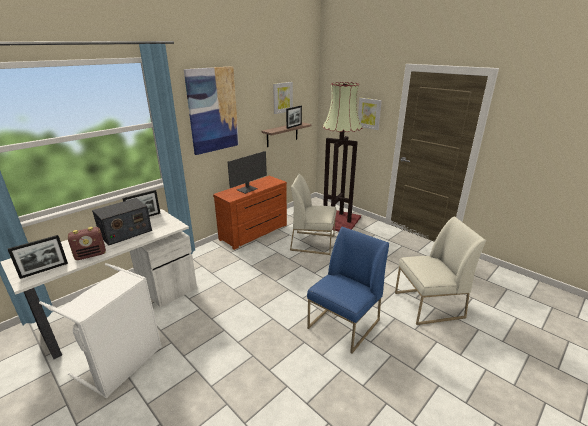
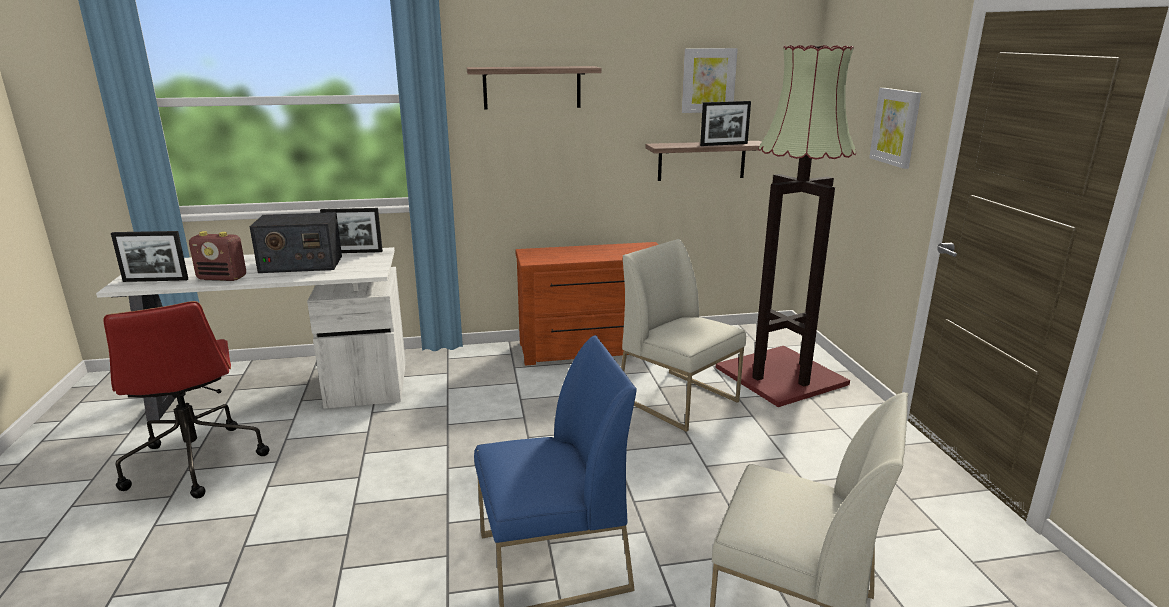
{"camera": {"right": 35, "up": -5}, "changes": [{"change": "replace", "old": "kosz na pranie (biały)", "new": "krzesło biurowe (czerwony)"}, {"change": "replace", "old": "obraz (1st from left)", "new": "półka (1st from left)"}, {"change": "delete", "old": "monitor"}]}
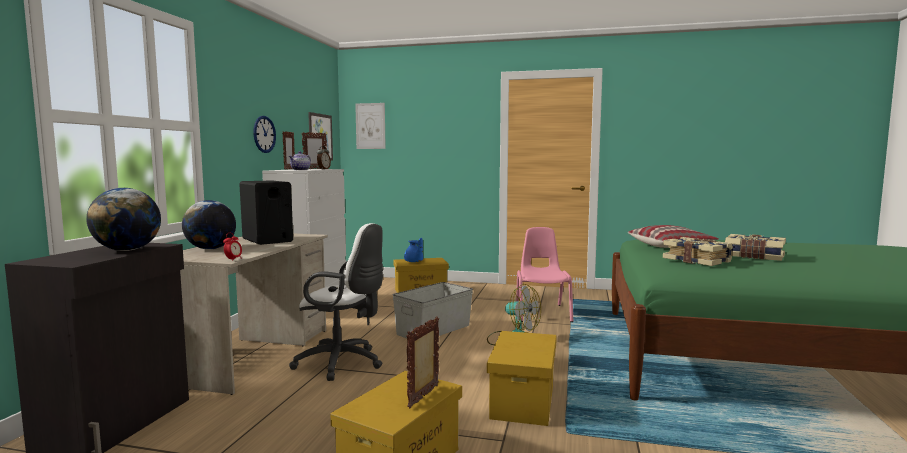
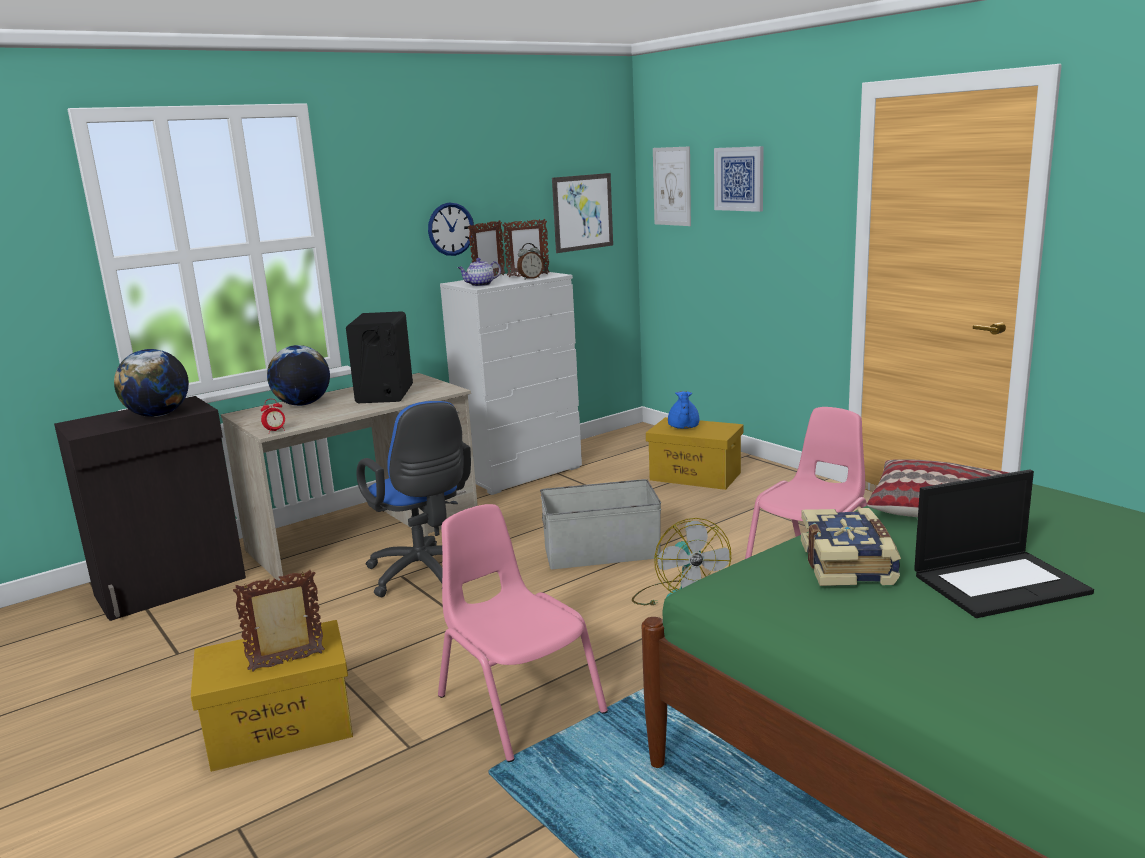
{"camera": {"right": 40, "up": 10}, "changes": [{"change": "recolor", "old": "krzesło biurowe (biały)", "new": "krzesło biurowe (niebieski)"}, {"change": "replace", "old": "pojemnik do przechowywania (żółty) (3rd from left)", "new": "krzesło (różowy) (1st from left)"}, {"change": "insert", "new": "obraz (3rd from left)"}, {"change": "replace", "old": "książka (2nd from left)", "new": "laptop"}]}
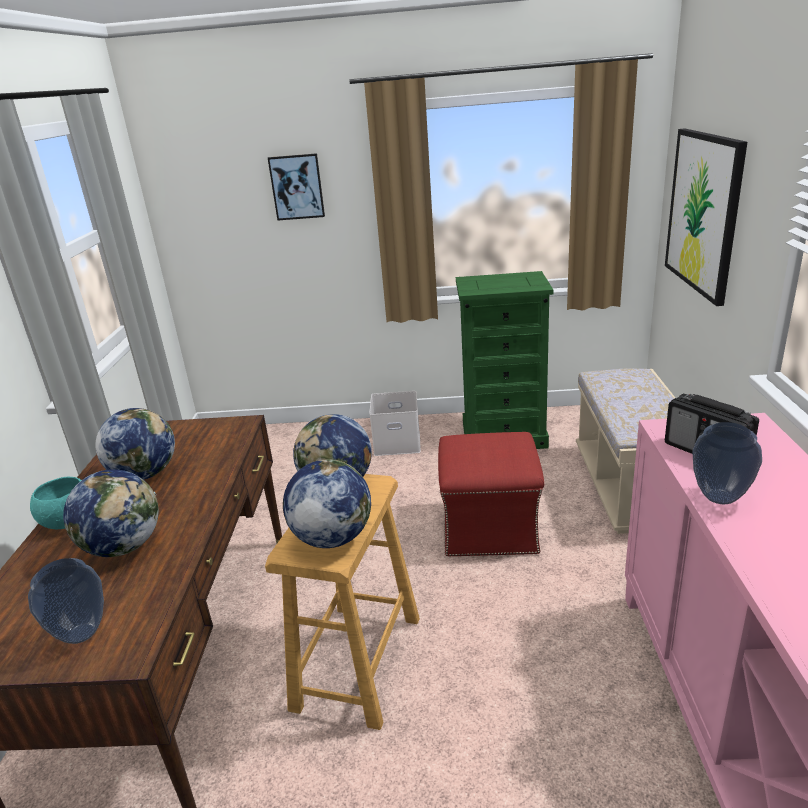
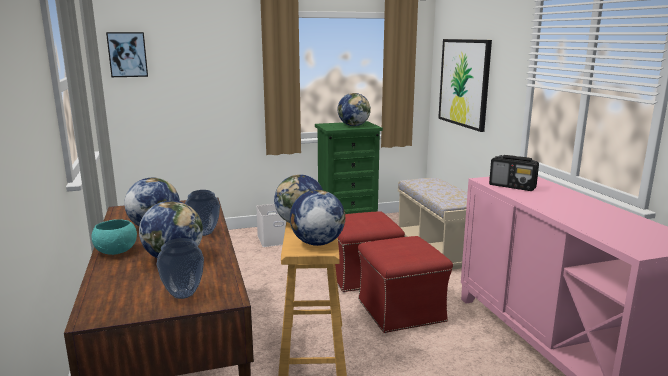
{"camera": {"right": -20, "up": -10}, "changes": [{"change": "move", "old": "obraz (1st from left)"}, {"change": "move", "old": "wazon (2nd from left)"}, {"change": "insert", "new": "globus (5th from left)"}, {"change": "insert", "new": "pufa (czerwony) (2nd from left)"}]}
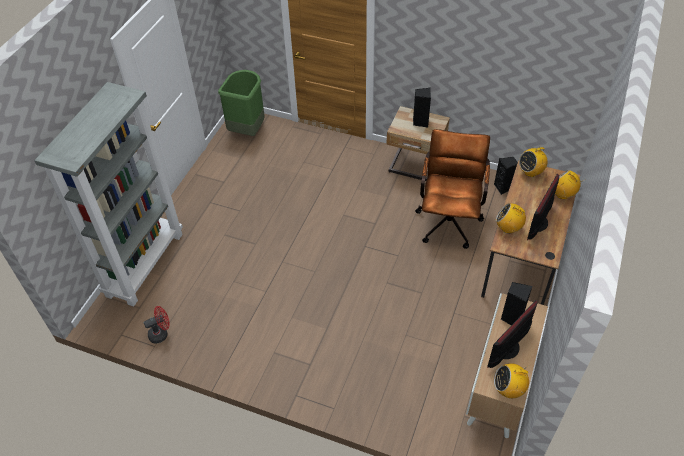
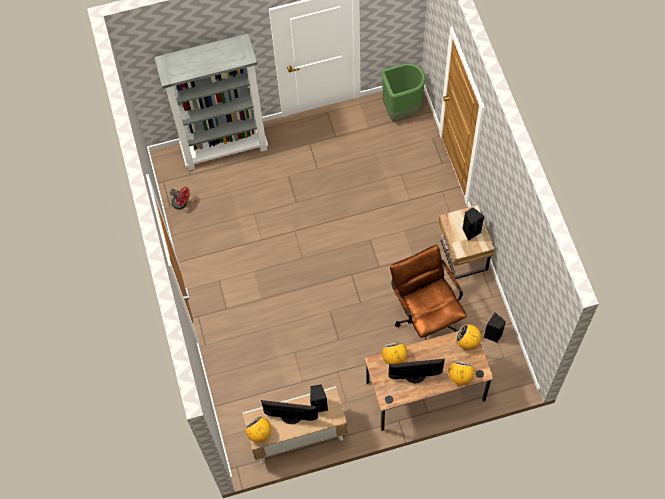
{"camera": {"right": 55, "up": 15}, "changes": [{"change": "rotate", "old": "krzesło biurowe (brązowy)", "degrees": -90}]}
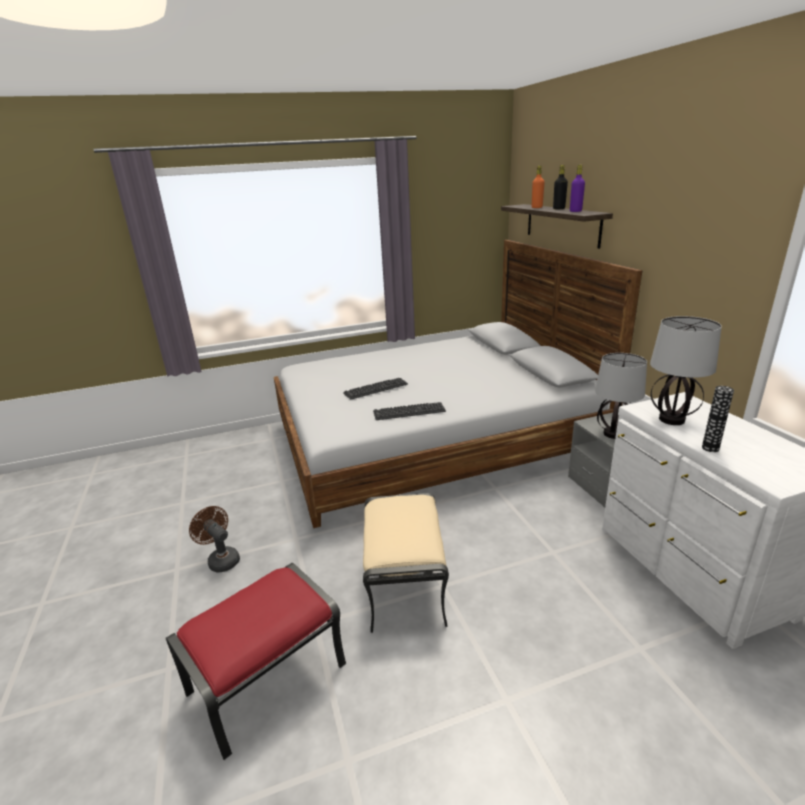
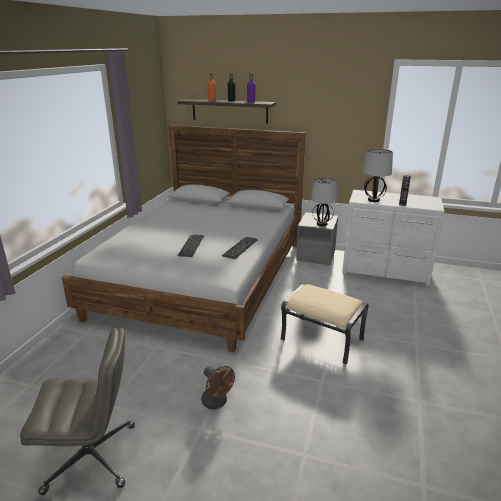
{"camera": {"right": -55, "up": 0}, "changes": [{"change": "insert", "new": "krzesło biurowe (szary)"}, {"change": "rotate", "old": "wentylator (brązowy)", "degrees": -120}, {"change": "delete", "old": "pufa (czerwony)"}]}
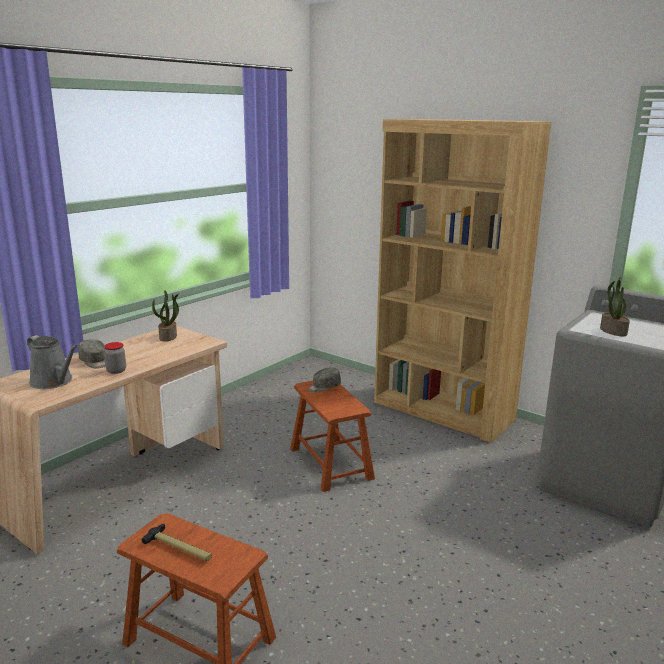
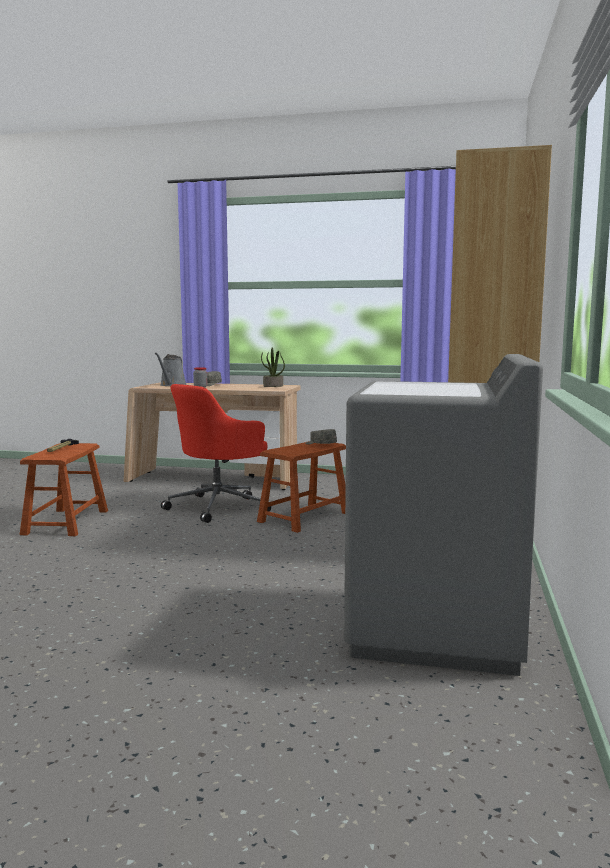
{"camera": {"right": 65, "up": -10}, "changes": [{"change": "insert", "new": "krzesło biurowe (czerwony)"}, {"change": "delete", "old": "roślina doniczkowa (2nd from left)"}]}
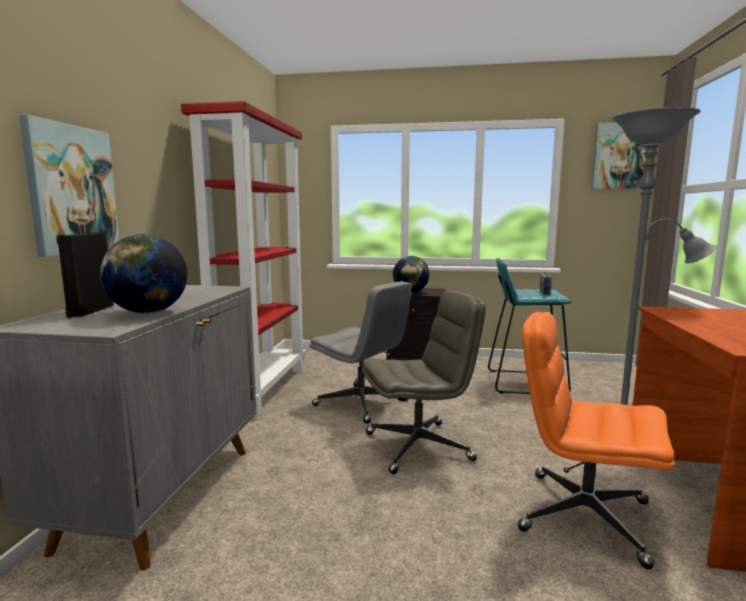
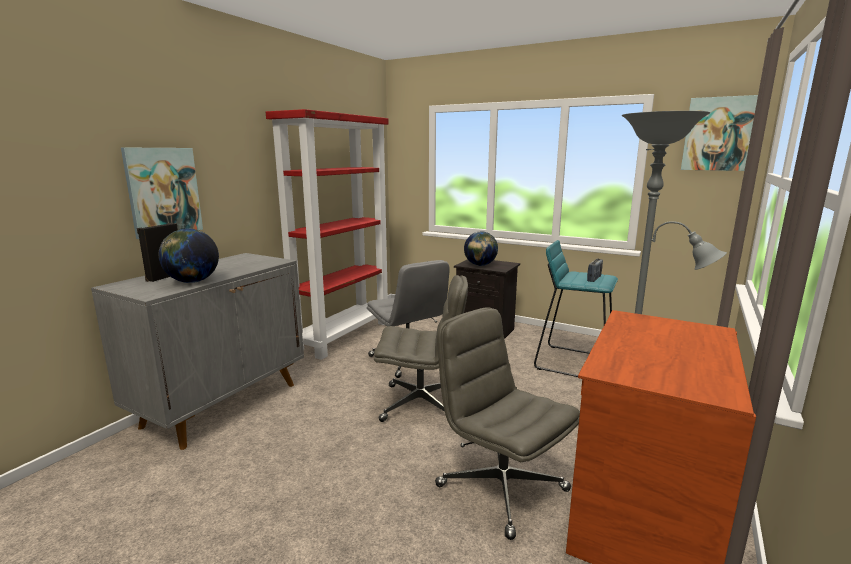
{"camera": {"right": 20, "up": 5}, "changes": [{"change": "recolor", "old": "krzesło biurowe (pomarańczowy)", "new": "krzesło biurowe (szary) (3rd from left)"}]}
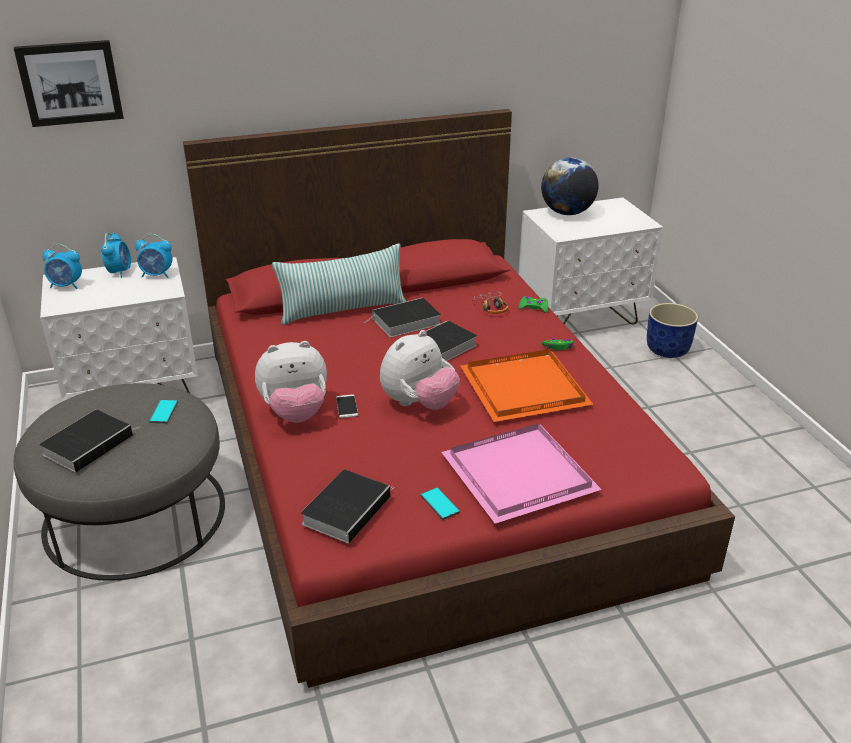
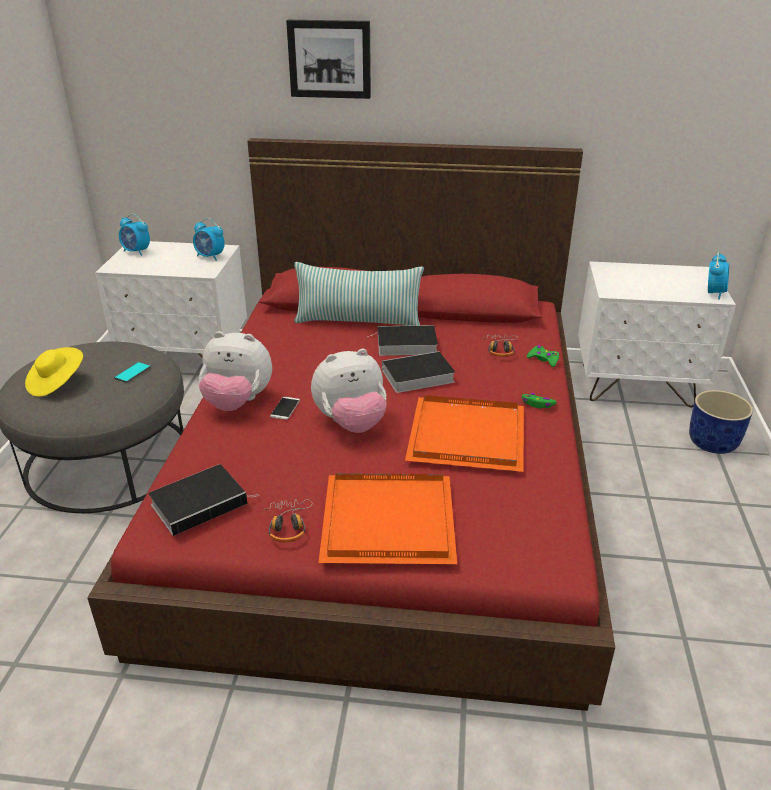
{"camera": {"right": 25, "up": 0}, "changes": [{"change": "replace", "old": "książka (1st from left)", "new": "kapelusz (żółty)"}, {"change": "replace", "old": "telefon (3rd from left)", "new": "słuchawki (1st from left)"}, {"change": "move", "old": "obraz"}, {"change": "recolor", "old": "taca (różowy)", "new": "taca (pomarańczowy) (1st from left)"}, {"change": "move", "old": "budzik (2nd from left in the first image)", "new": "budzik (3rd from left)"}, {"change": "delete", "old": "globus"}]}
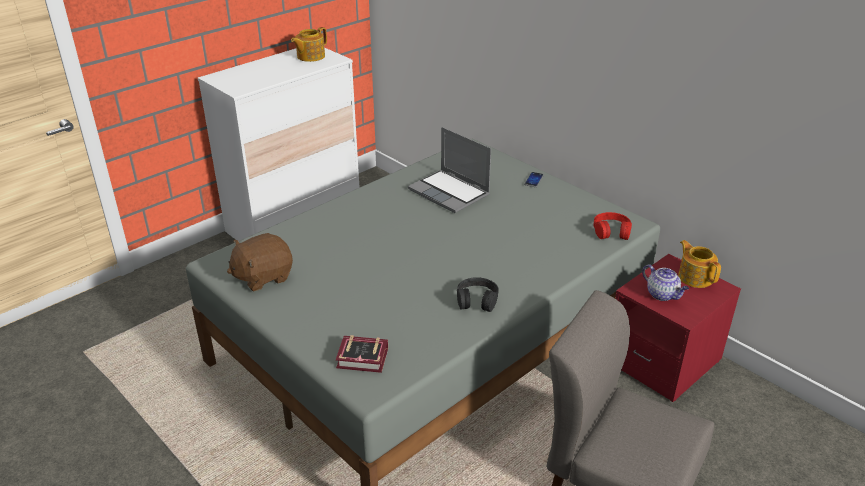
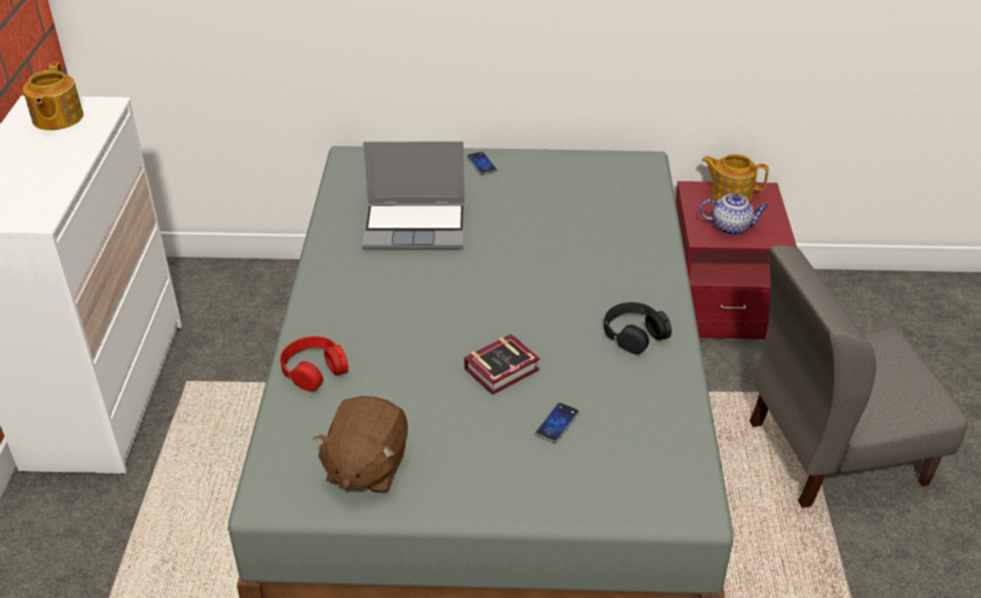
{"camera": {"right": -45, "up": 5}, "changes": [{"change": "move", "old": "słuchawki (czerwony)"}, {"change": "move", "old": "książka"}, {"change": "insert", "new": "telefon (2nd from left)"}]}
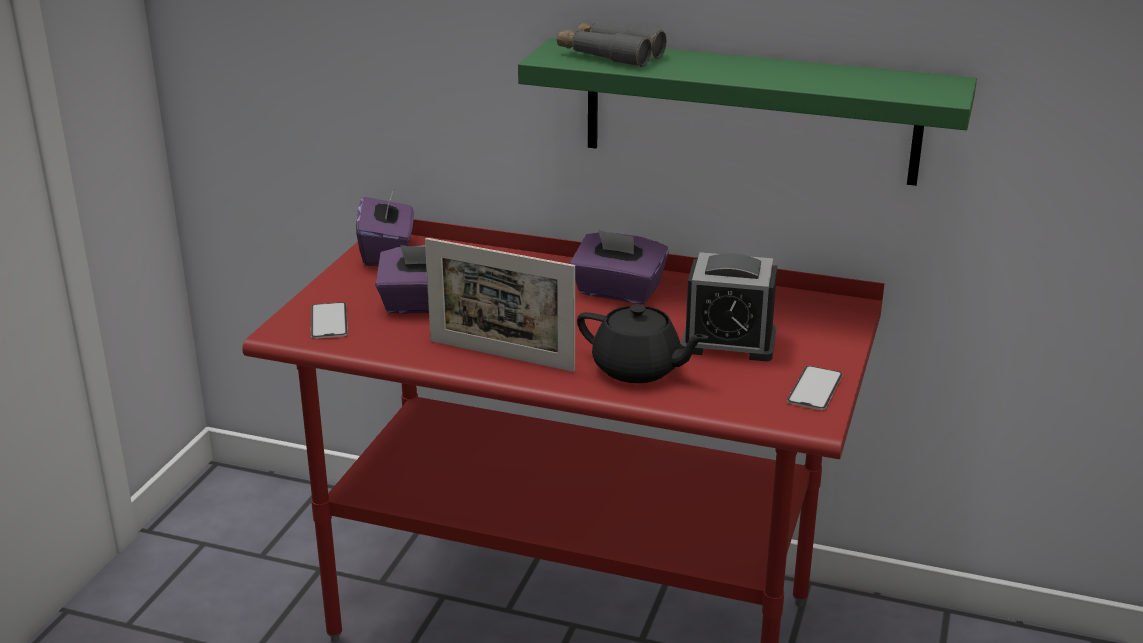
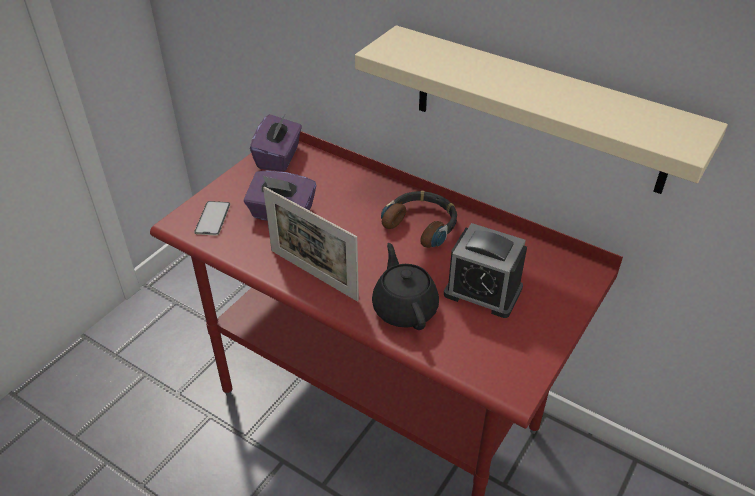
{"camera": {"right": 15, "up": 15}, "changes": [{"change": "recolor", "old": "półka (zielony)", "new": "półka (beżowy)"}, {"change": "rotate", "old": "imbryk (czarny)", "degrees": -150}, {"change": "replace", "old": "pudełko chusteczek (fioletowy) (3rd from left)", "new": "słuchawki"}, {"change": "delete", "old": "lornetka (szary)"}, {"change": "delete", "old": "telefon (2nd from left)"}]}
